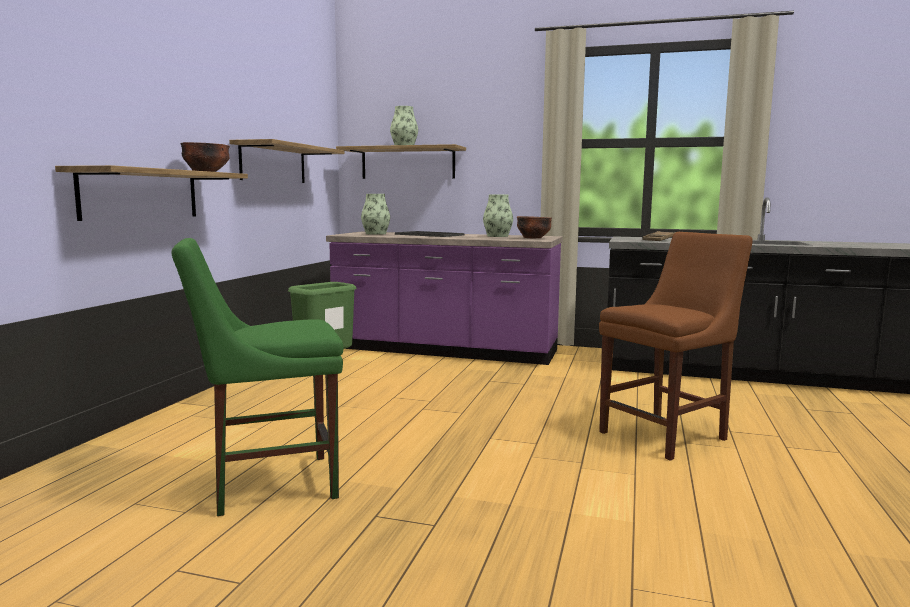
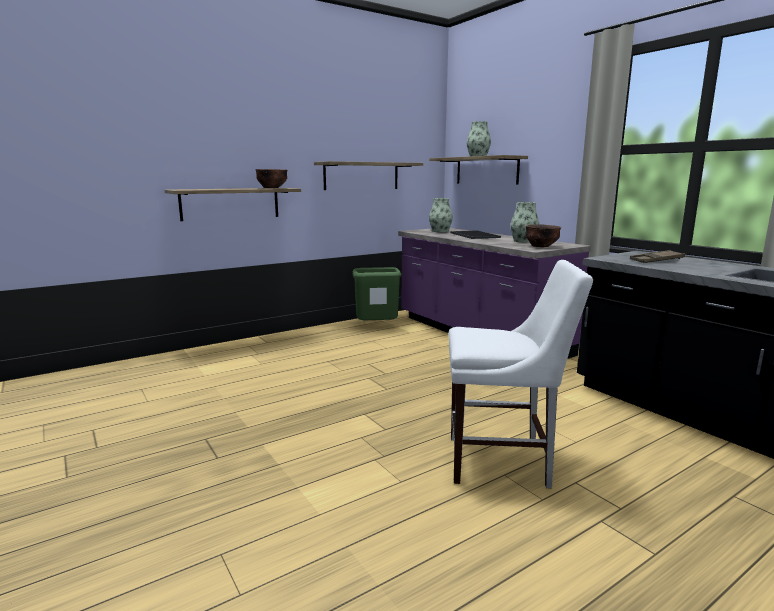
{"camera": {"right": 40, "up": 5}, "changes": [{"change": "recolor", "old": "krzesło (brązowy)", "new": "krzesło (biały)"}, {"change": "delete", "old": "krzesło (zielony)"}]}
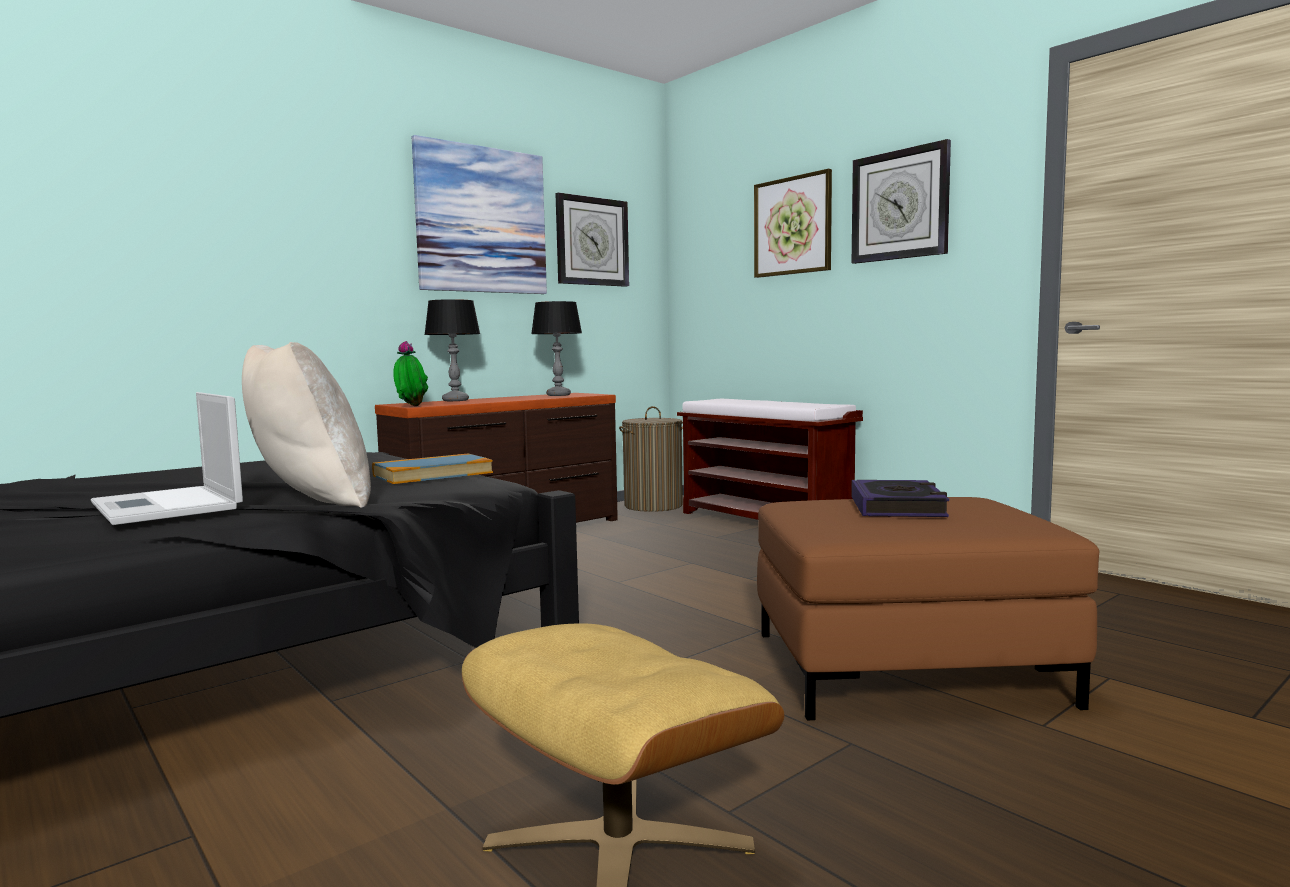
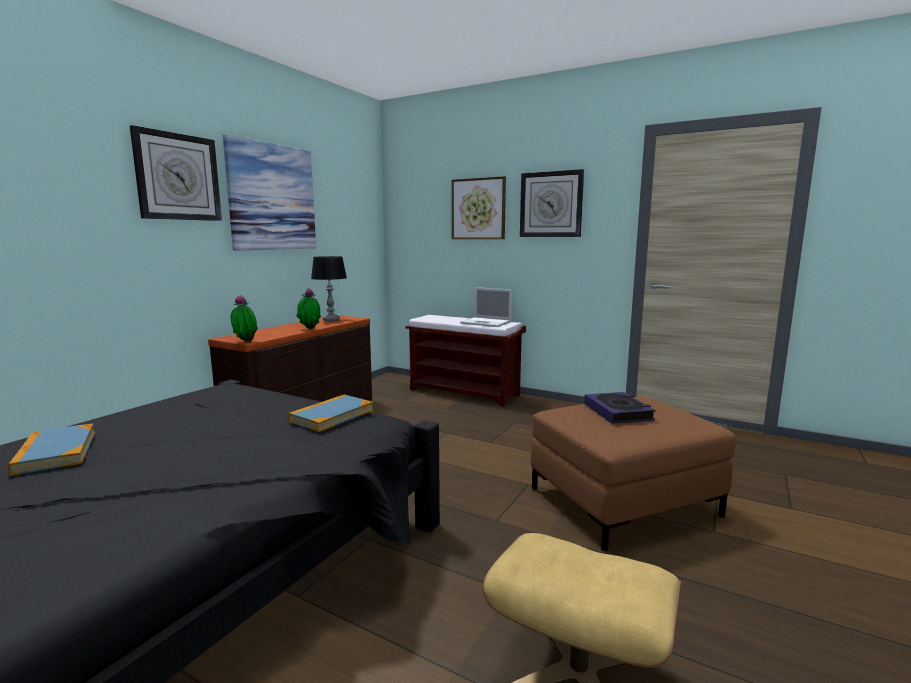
{"camera": {"right": -20, "up": 5}, "changes": [{"change": "insert", "new": "książka (1st from left)"}, {"change": "move", "old": "zegar ścienny (1st from left)"}, {"change": "insert", "new": "roślina doniczkowa (2nd from left)"}, {"change": "move", "old": "laptop"}, {"change": "delete", "old": "poduszka (beżowy)"}, {"change": "delete", "old": "lampa stołowa (1st from left)"}, {"change": "delete", "old": "kosz na pranie"}]}
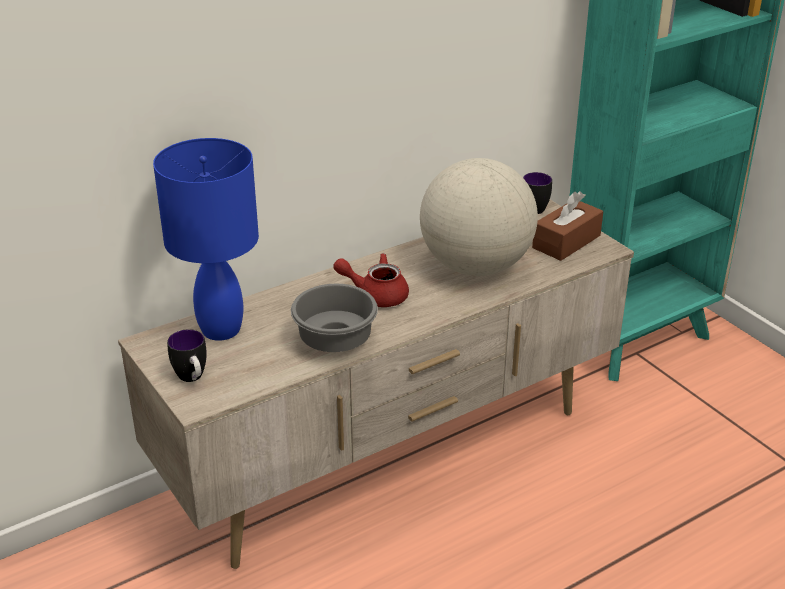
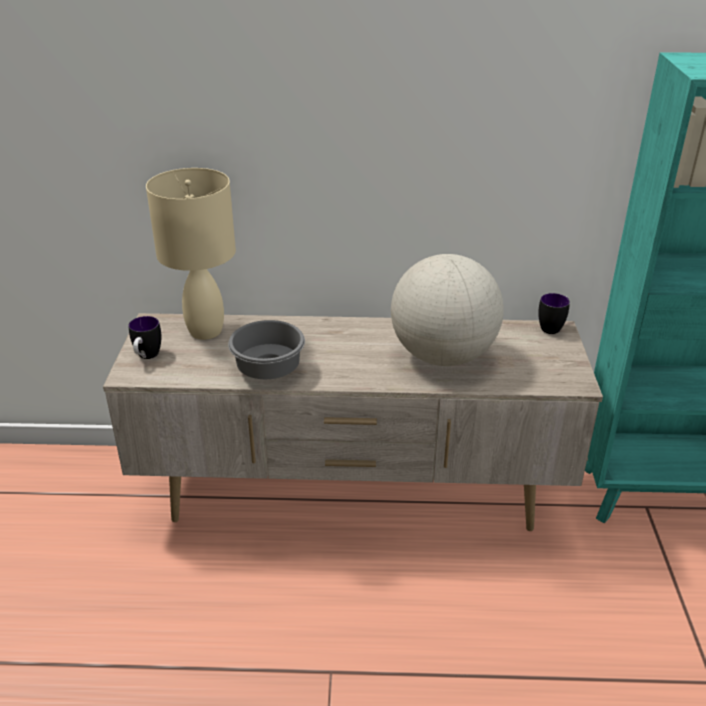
{"camera": {"right": 35, "up": 0}, "changes": [{"change": "recolor", "old": "lampa stołowa (niebieski)", "new": "lampa stołowa (beżowy)"}, {"change": "delete", "old": "imbryk (czerwony)"}, {"change": "delete", "old": "pudełko chusteczek (brązowy)"}]}
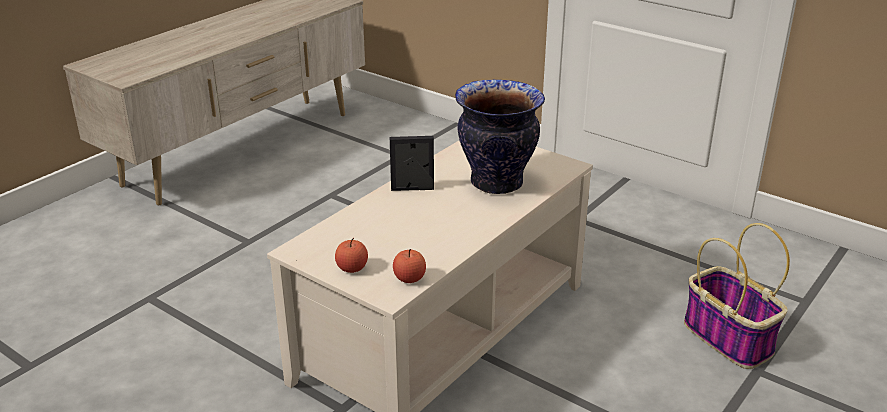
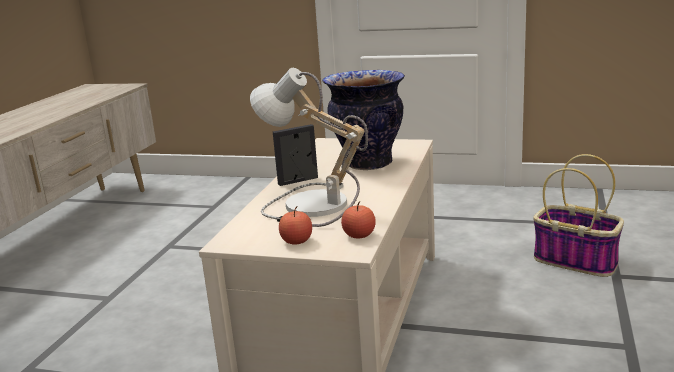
{"camera": {"right": -20, "up": -10}, "changes": [{"change": "insert", "new": "lampa stołowa"}]}
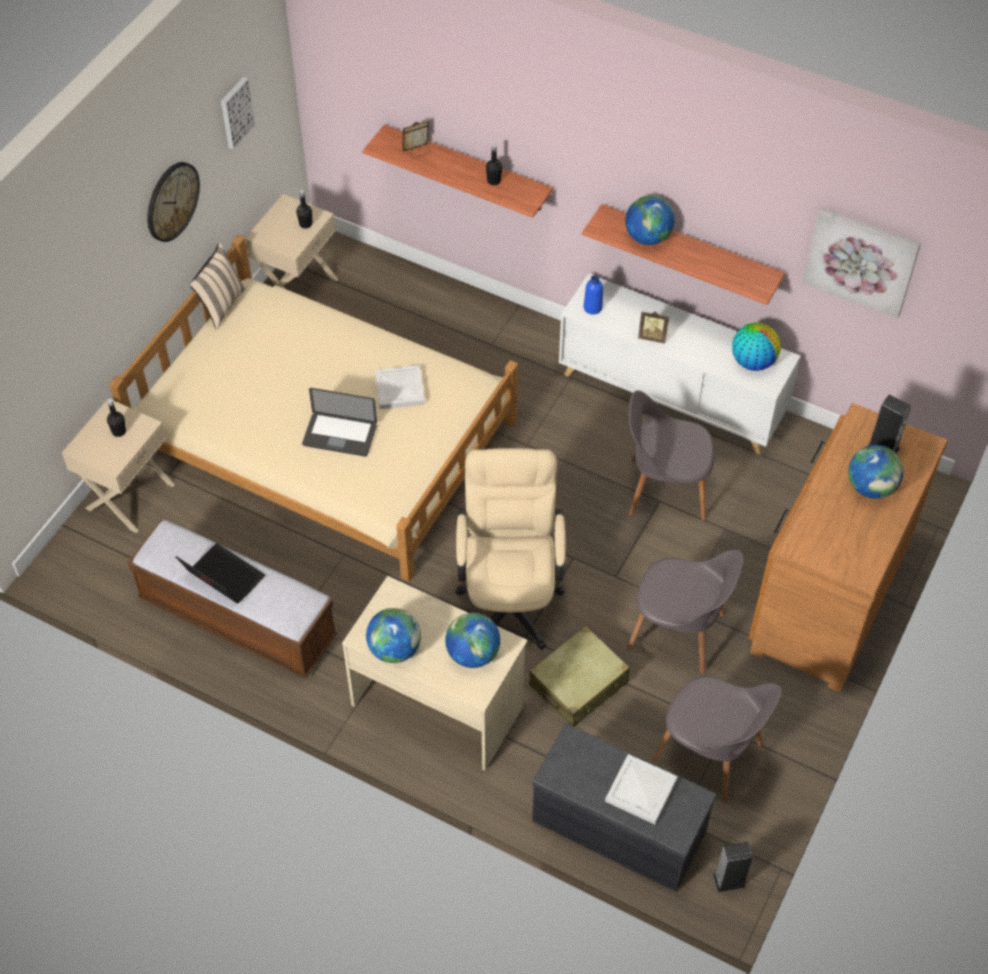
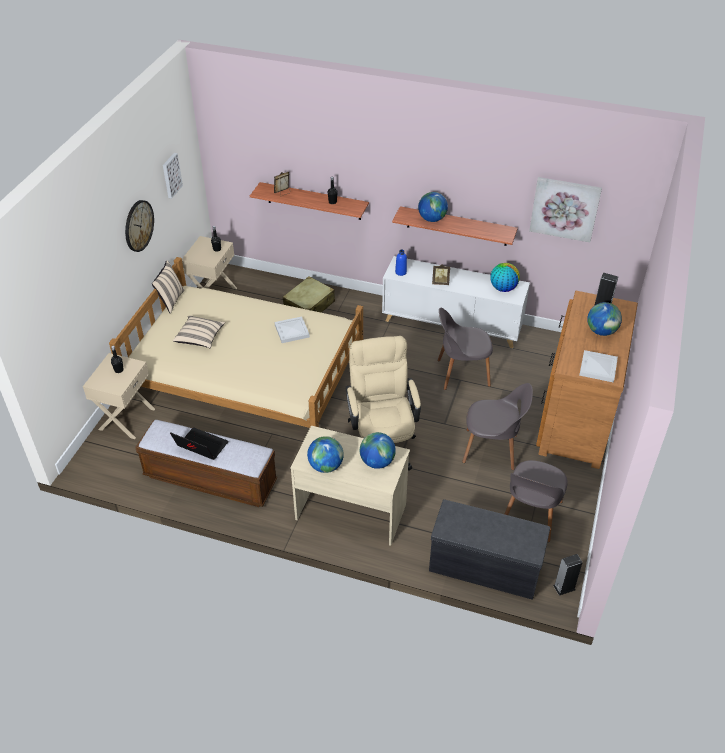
{"camera": {"right": -10, "up": -10}, "changes": [{"change": "insert", "new": "poduszka (beżowy) (2nd from left)"}, {"change": "move", "old": "walizka (beżowy)"}, {"change": "rotate", "old": "krzesło (szary) (3rd from left)", "degrees": 90}, {"change": "move", "old": "taca (biały) (2nd from left)"}, {"change": "delete", "old": "laptop (2nd from left)"}]}
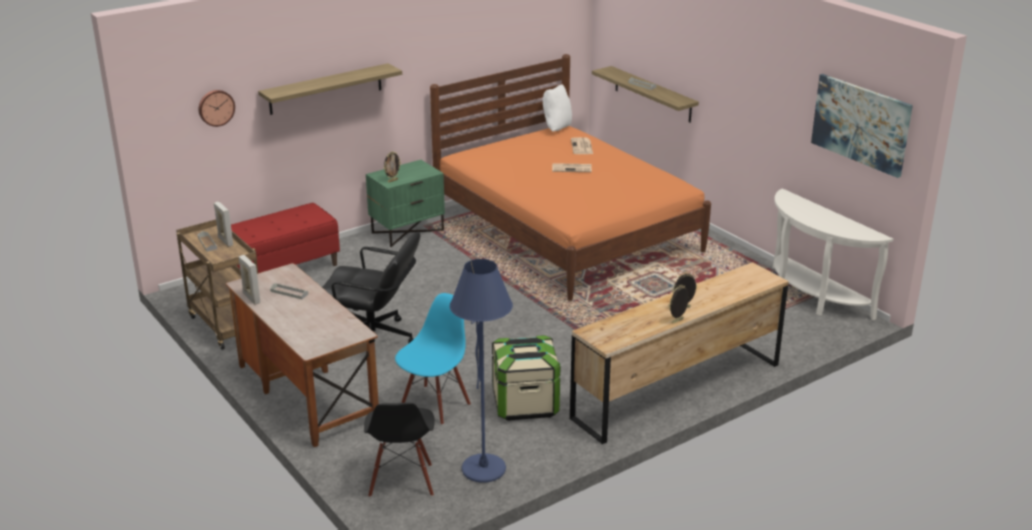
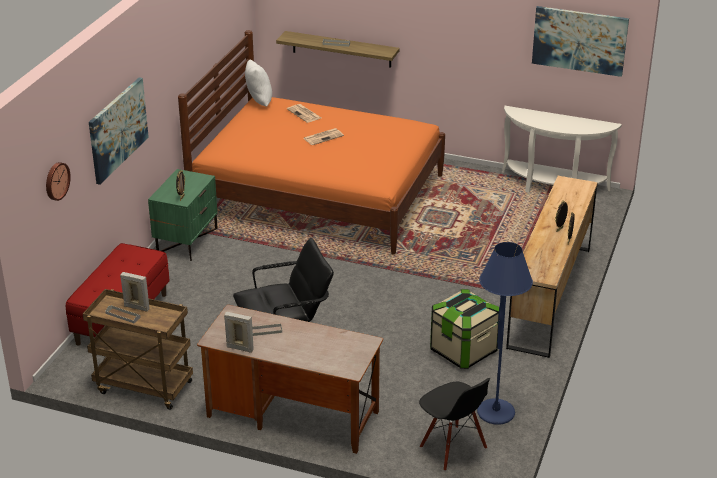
{"camera": {"right": -35, "up": 5}, "changes": [{"change": "replace", "old": "półka (1st from left)", "new": "obraz (1st from left)"}, {"change": "delete", "old": "krzesło (niebieski)"}]}
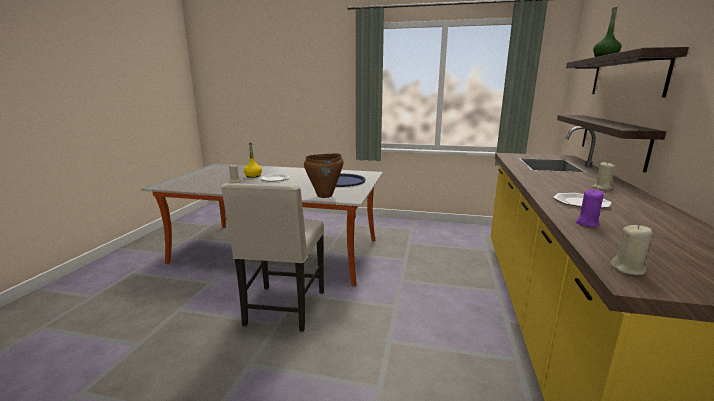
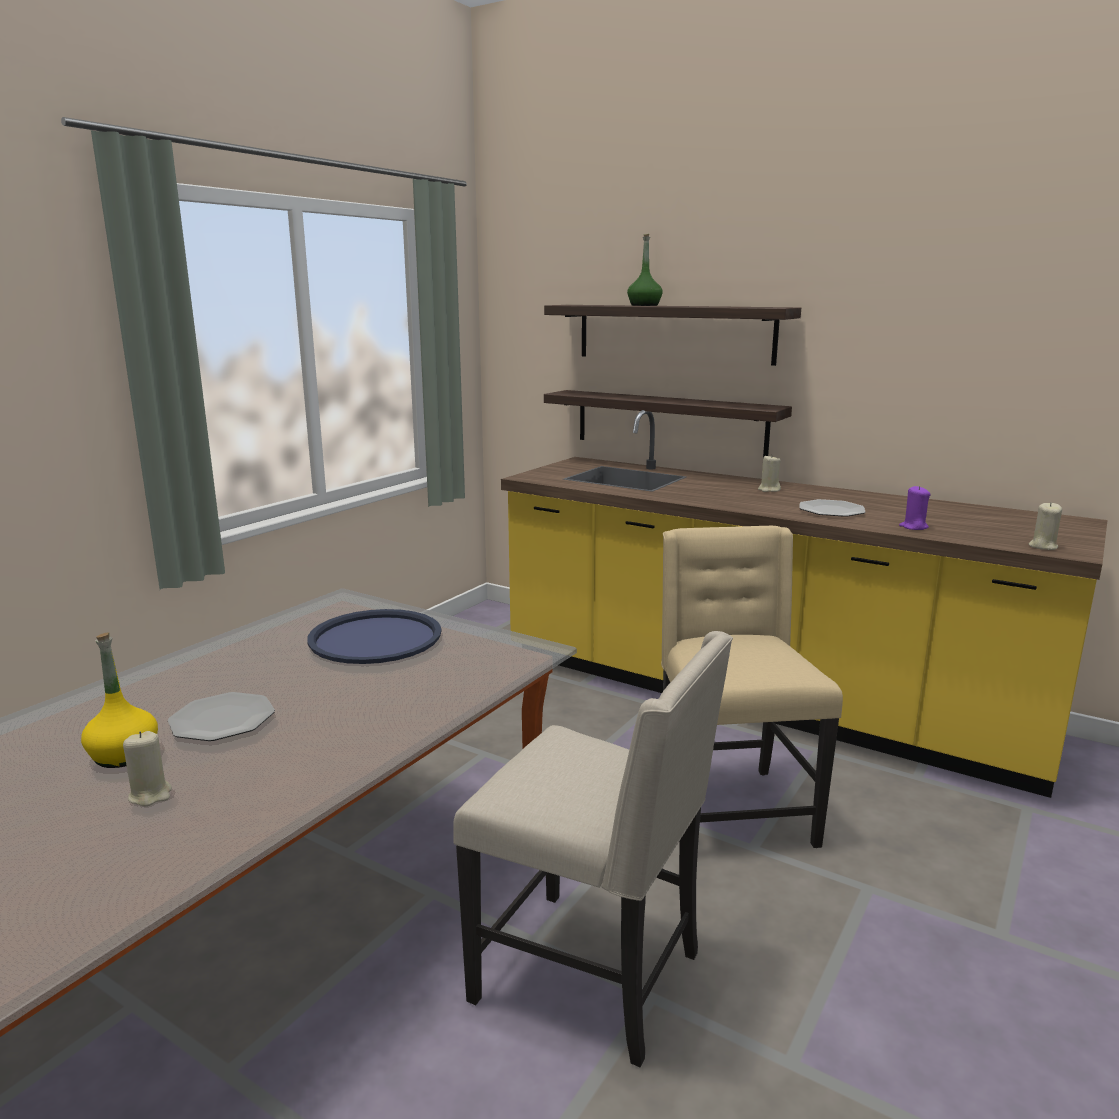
{"camera": {"right": -70, "up": 0}, "changes": [{"change": "insert", "new": "krzesło (beżowy) (2nd from left)"}, {"change": "delete", "old": "garnek (brązowy)"}]}
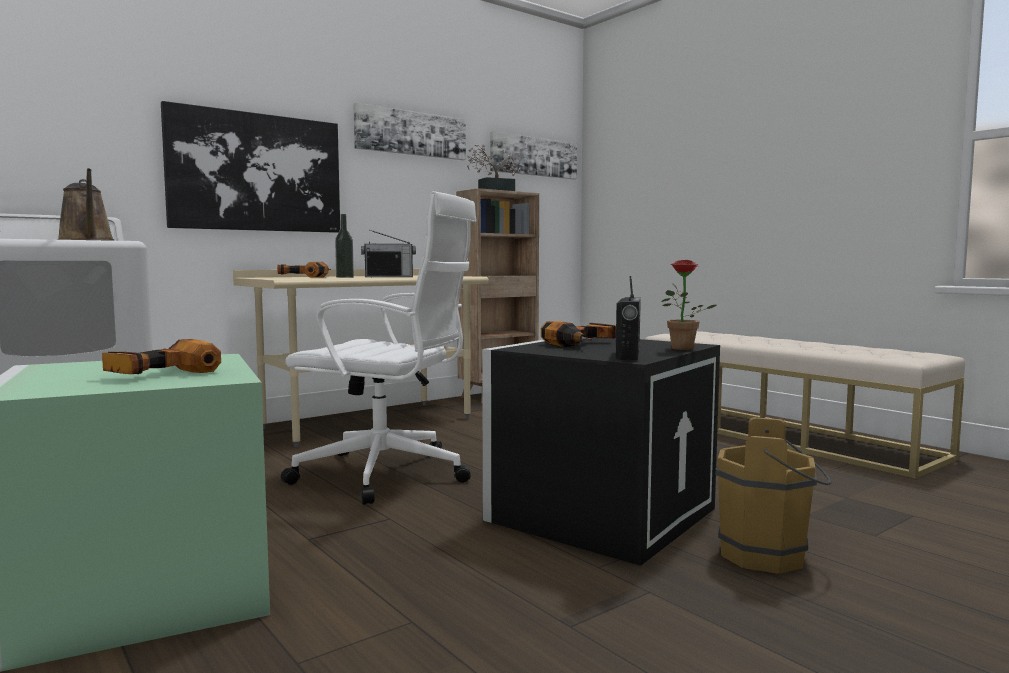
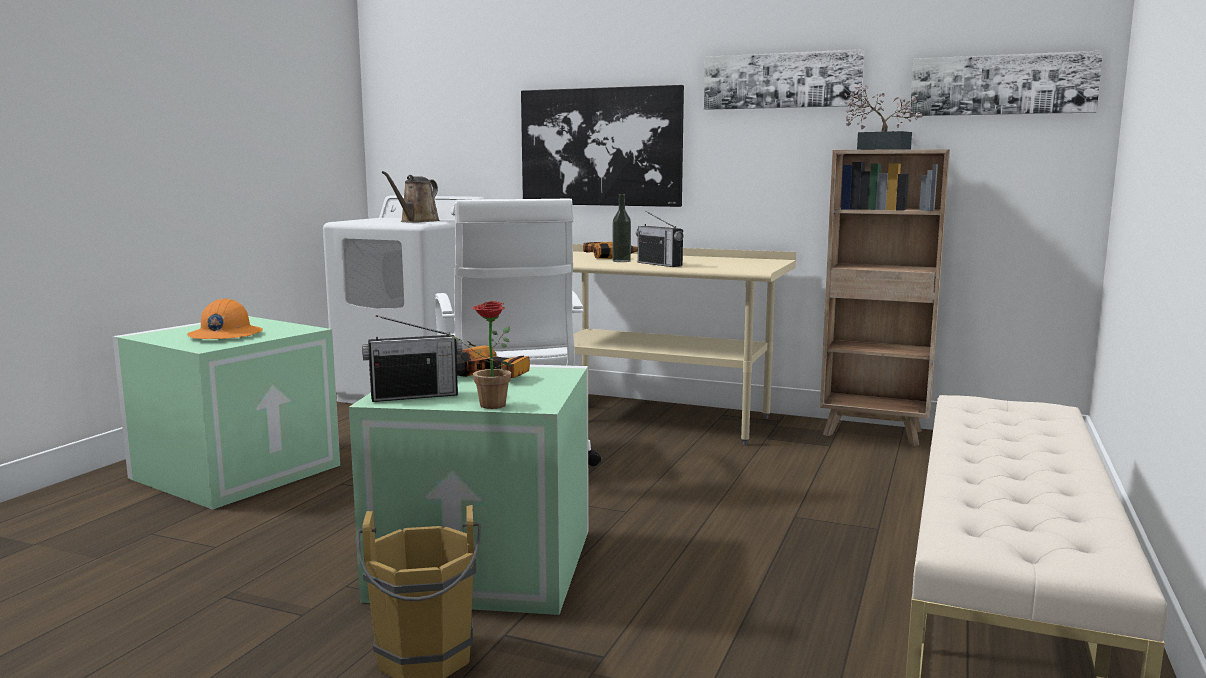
{"camera": {"right": 60, "up": 5}, "changes": [{"change": "replace", "old": "wiertarka (1st from left)", "new": "kask (pomarańczowy)"}, {"change": "recolor", "old": "pojemnik do przechowywania (czarny)", "new": "pojemnik do przechowywania (zielony) (2nd from left)"}]}
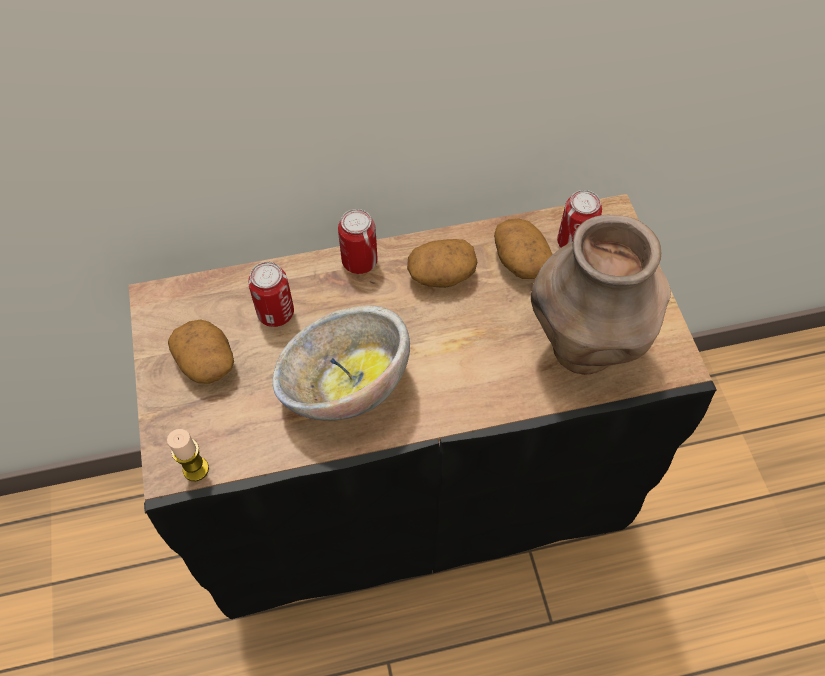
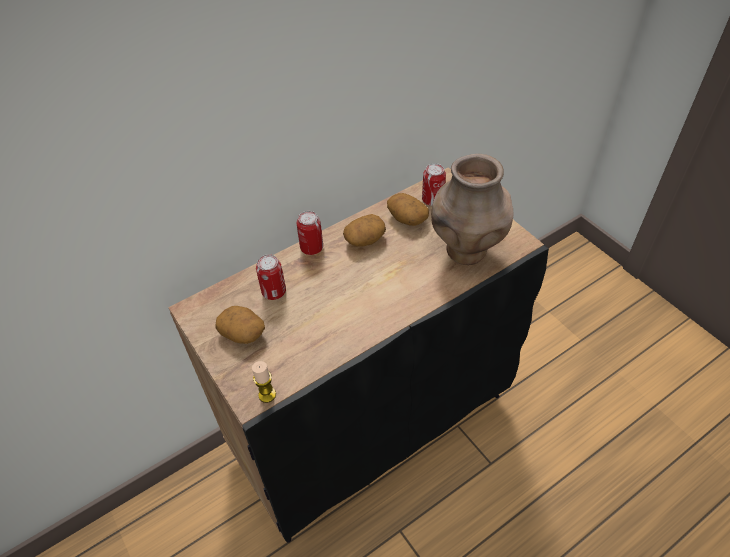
{"camera": {"right": -20, "up": -10}, "changes": [{"change": "delete", "old": "miska"}]}
